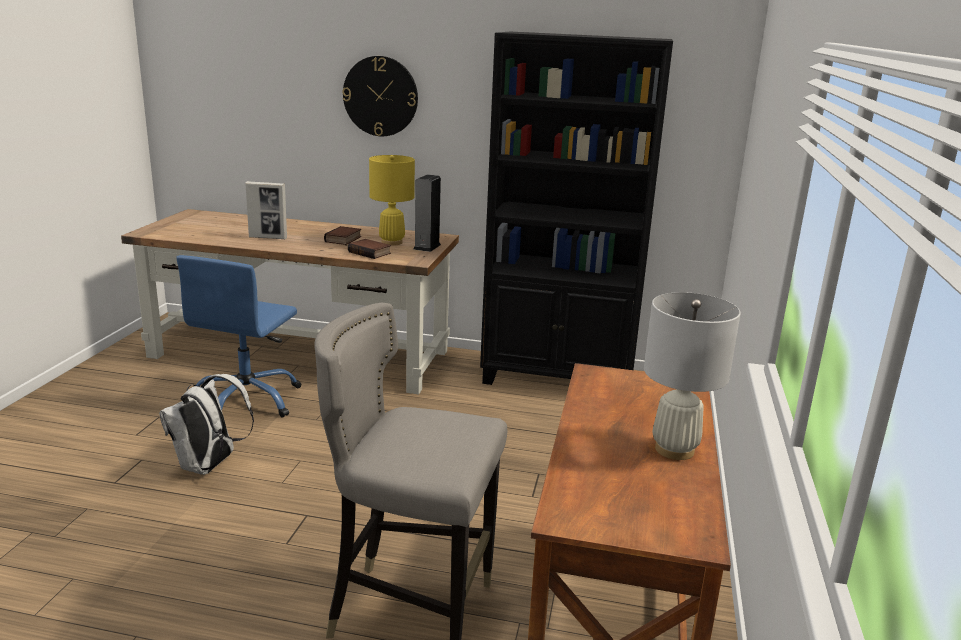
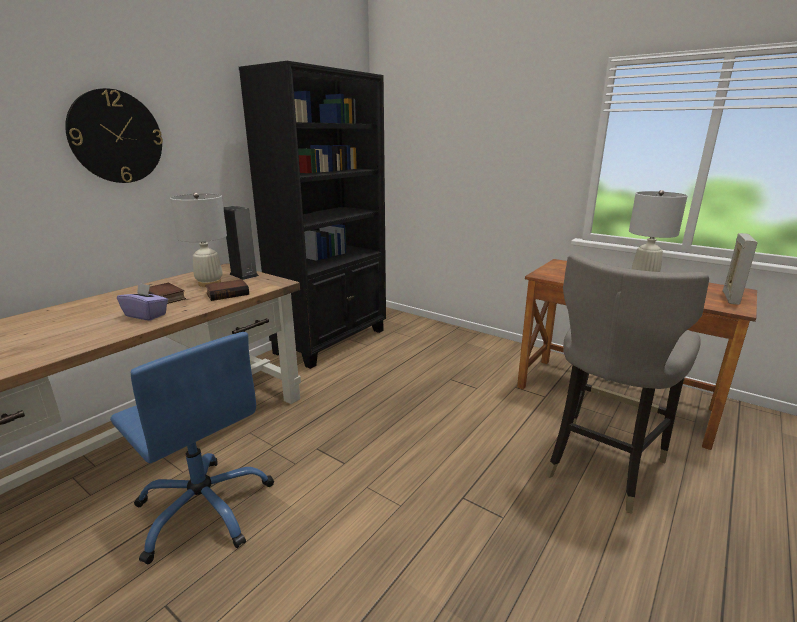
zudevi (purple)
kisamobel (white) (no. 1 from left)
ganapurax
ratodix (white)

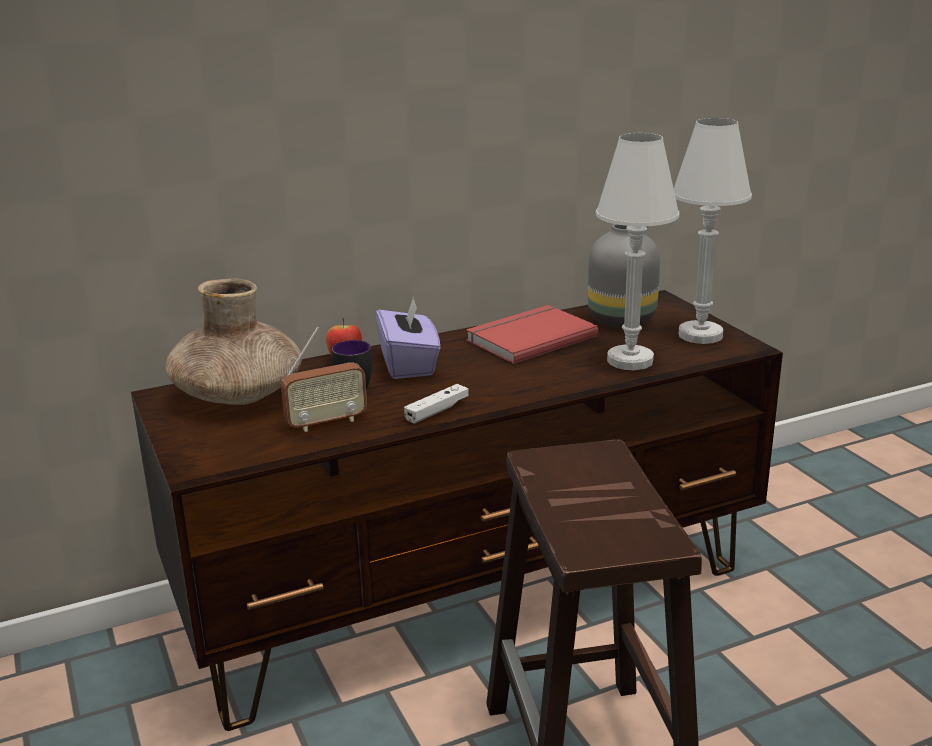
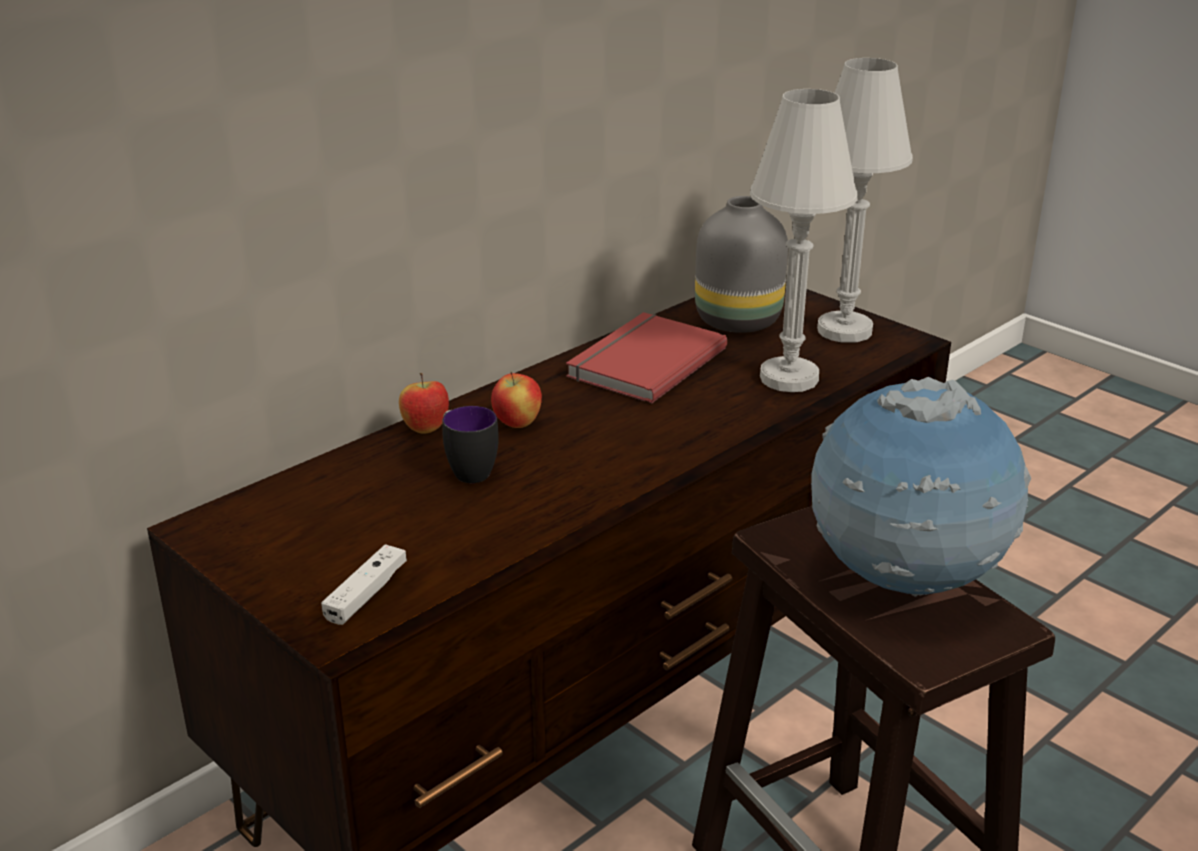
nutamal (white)
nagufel (no. 2 from left)
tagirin
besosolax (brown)
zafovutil

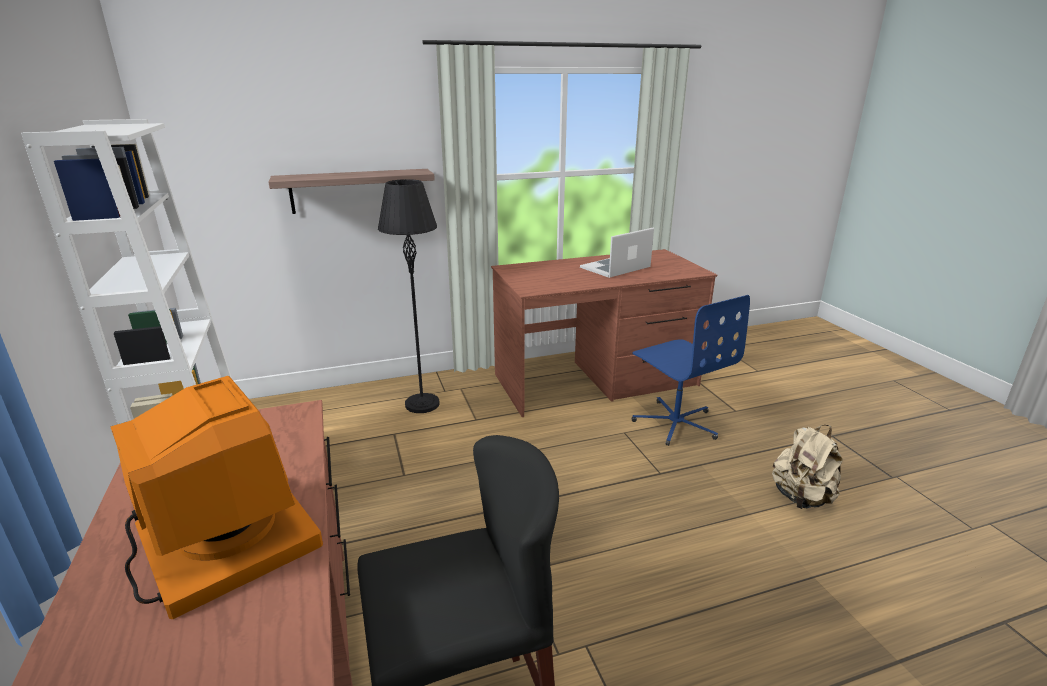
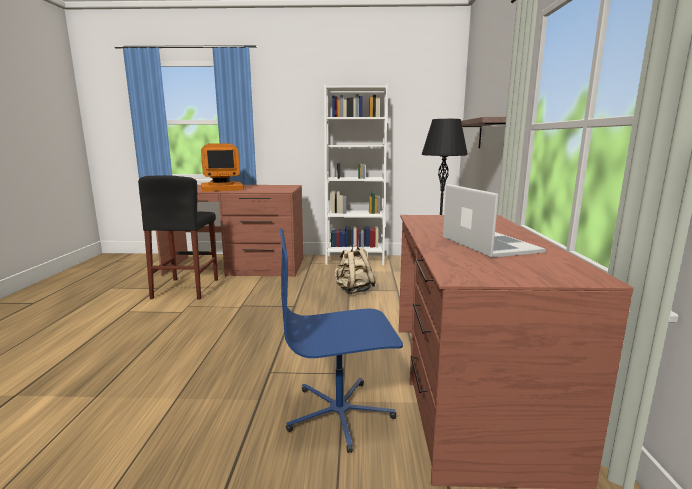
ratodix (beige)

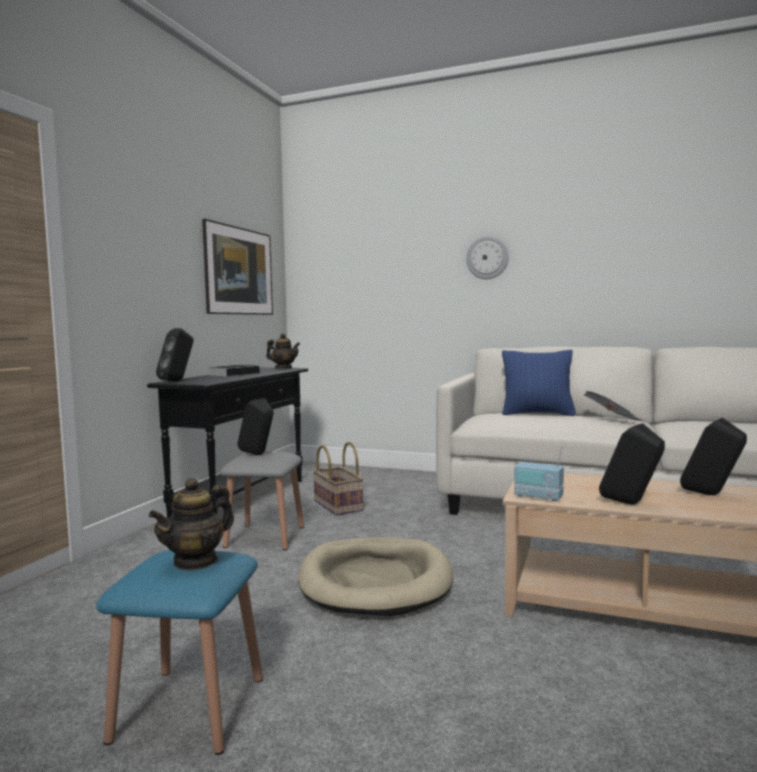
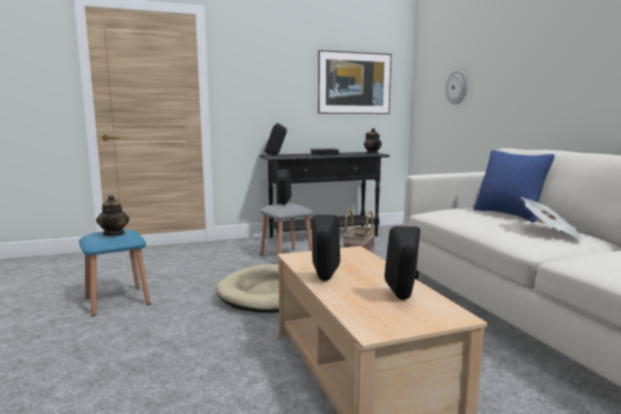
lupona (no. 1 from left)
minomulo
zafovutil

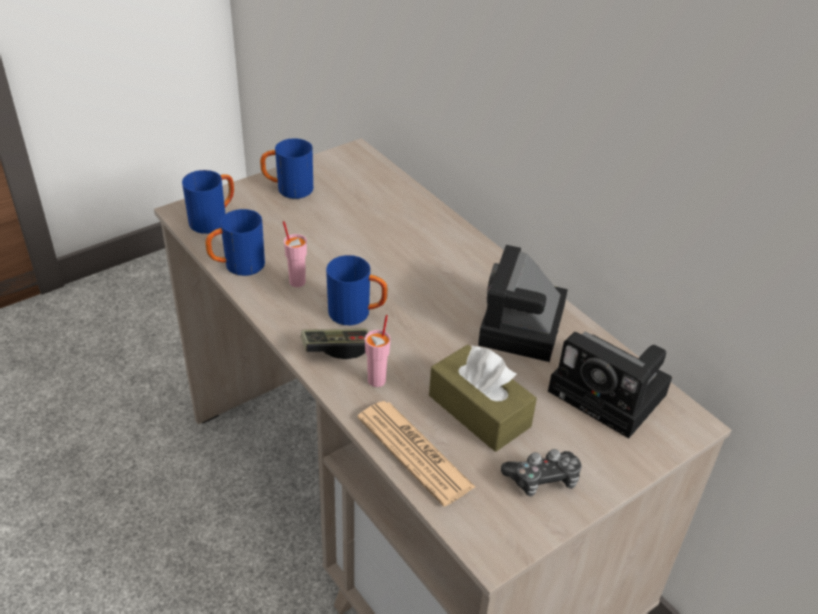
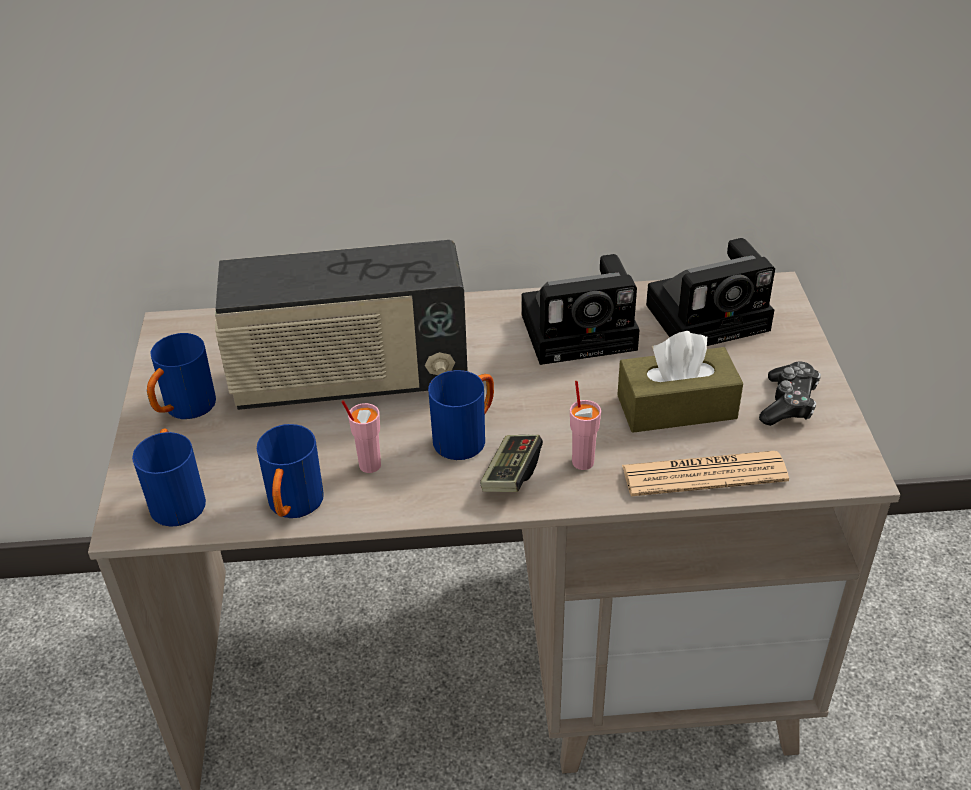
zafovutil
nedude (no. 1 from left)

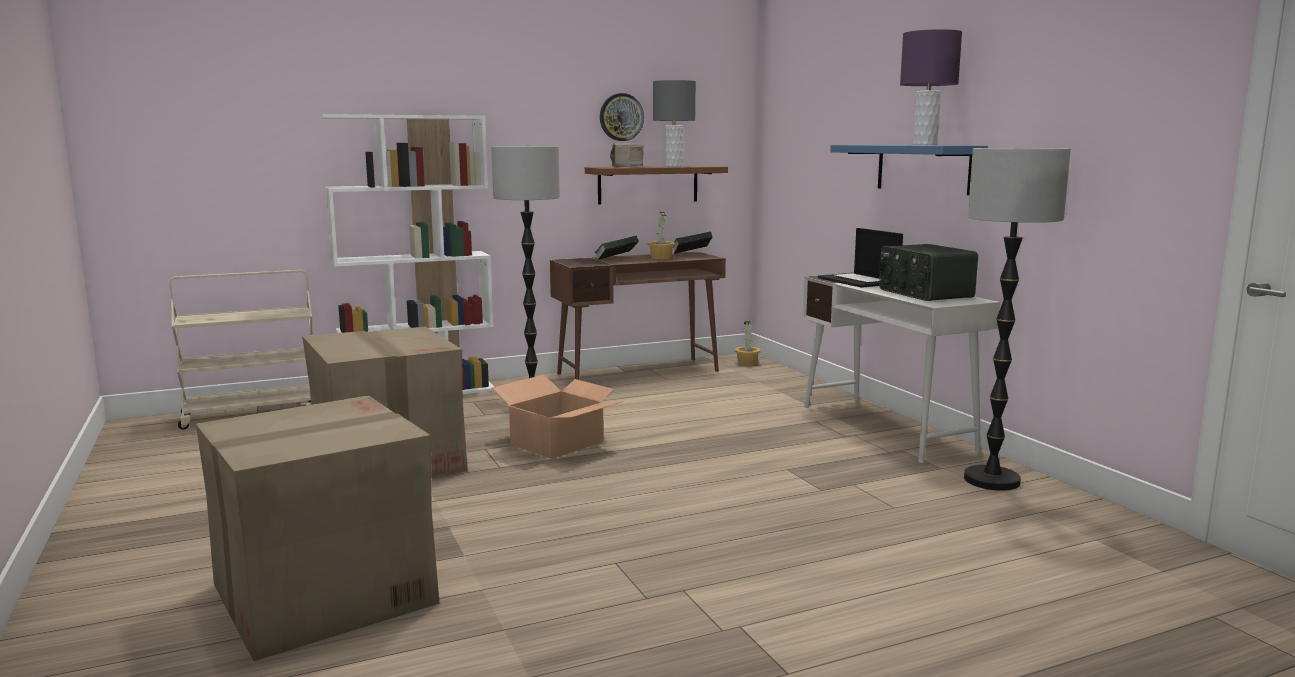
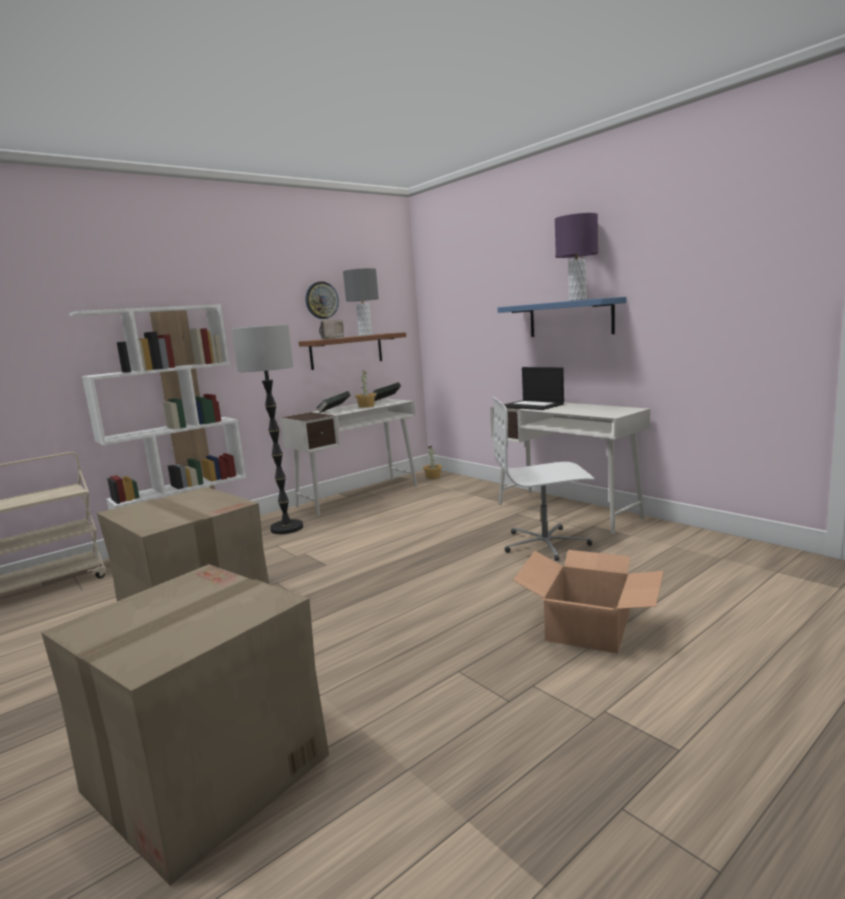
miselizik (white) (no. 1 from left)
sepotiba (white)
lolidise (no. 3 from left)
zafovutil (no. 2 from left in the first image)
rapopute (no. 2 from left in the first image)

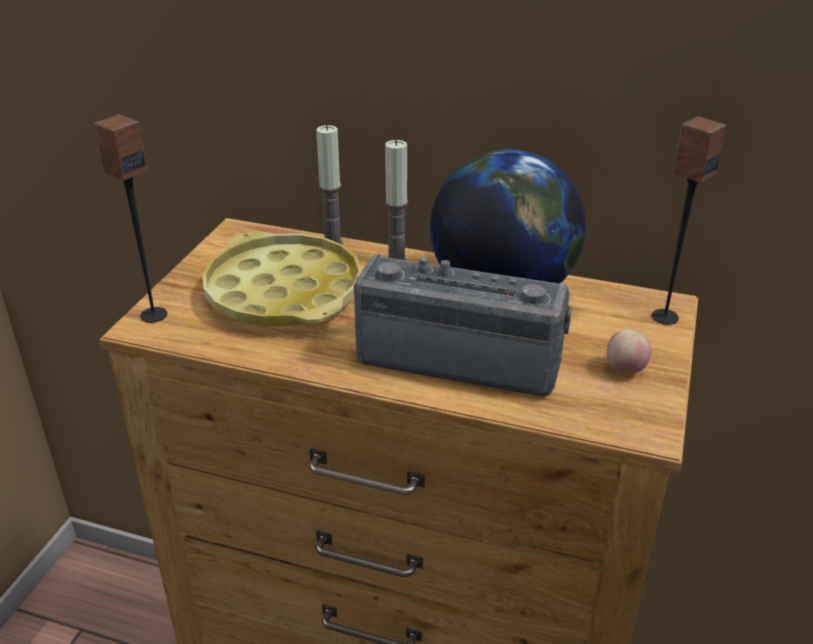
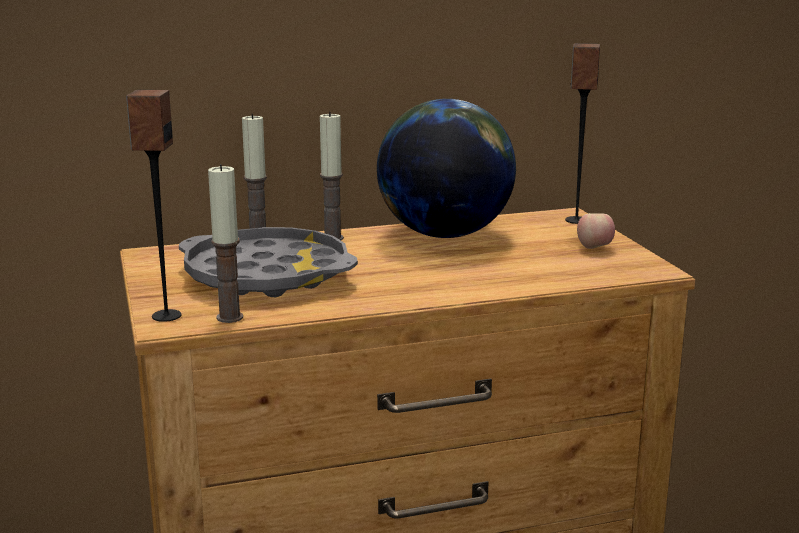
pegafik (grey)
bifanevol (no. 1 from left)
zafovutil

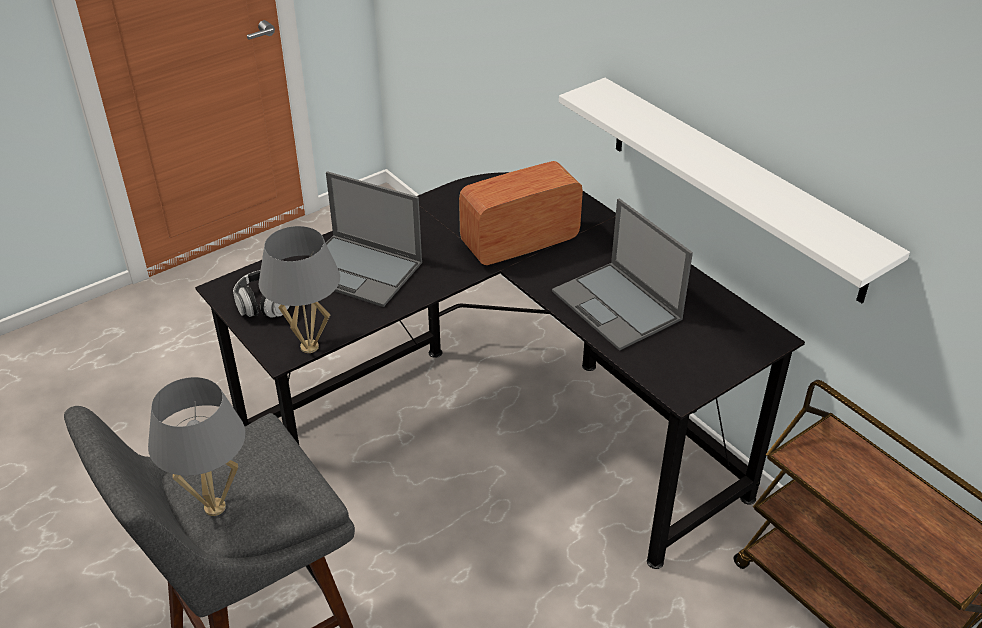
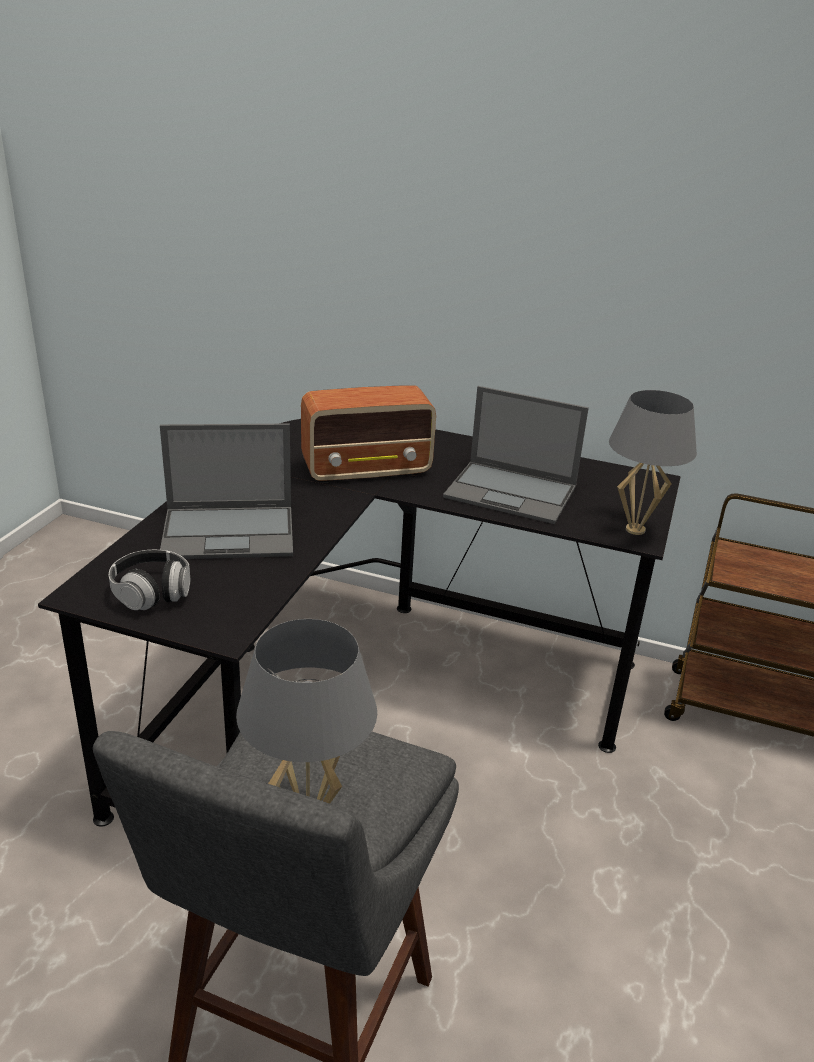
zafovutil
kisamobel (grey) (no. 2 from left)
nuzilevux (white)

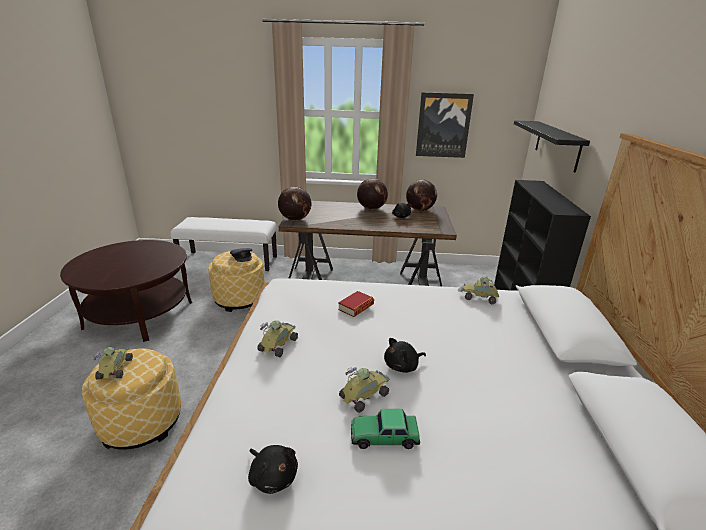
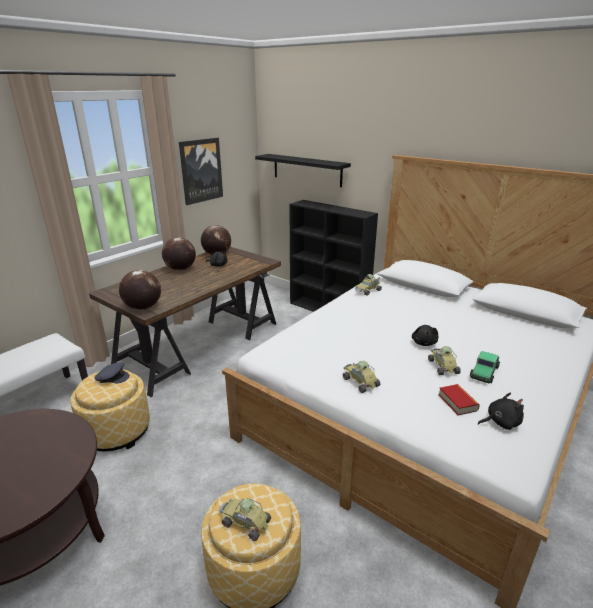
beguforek

